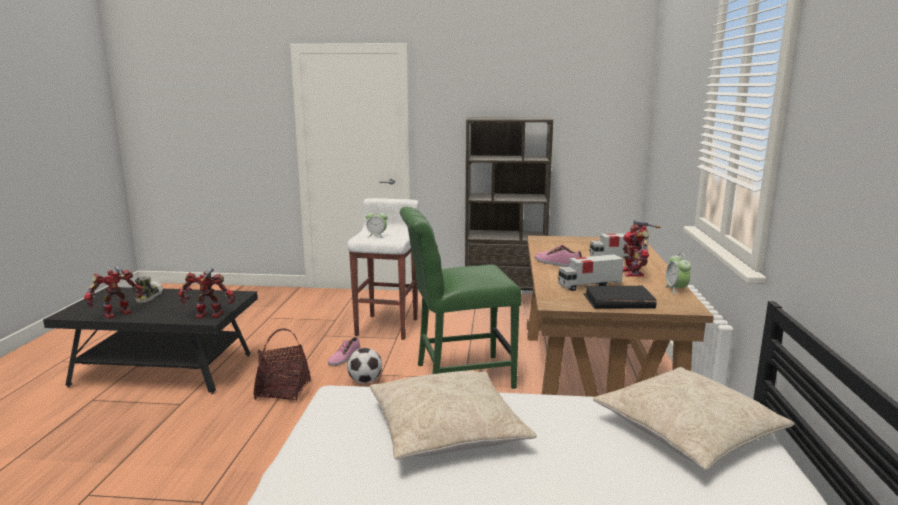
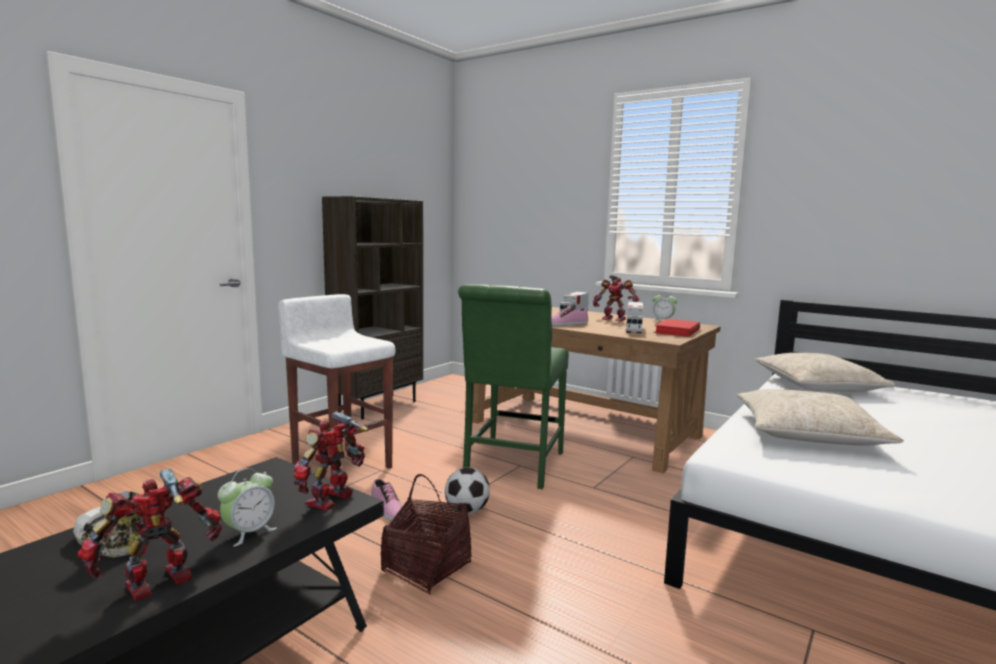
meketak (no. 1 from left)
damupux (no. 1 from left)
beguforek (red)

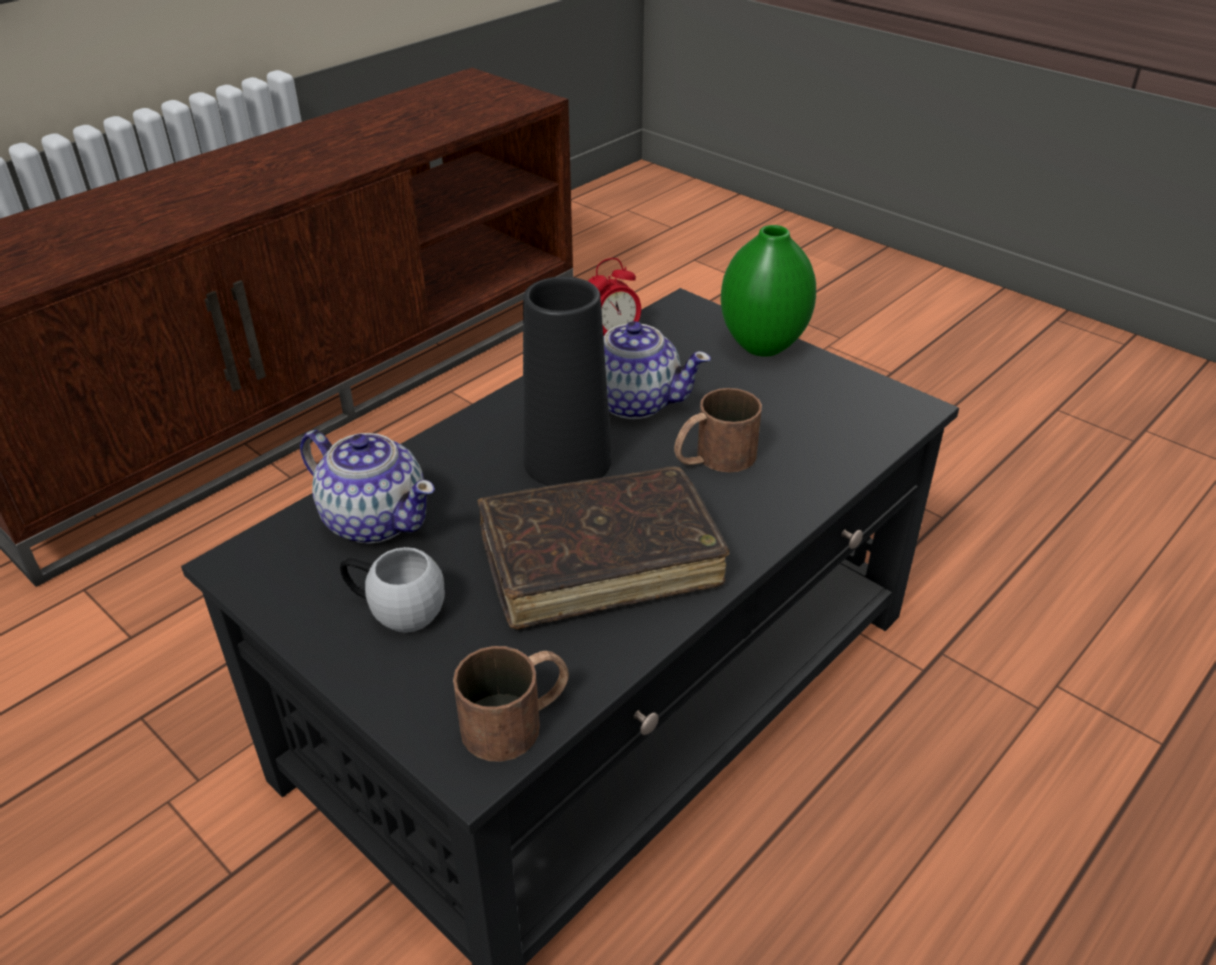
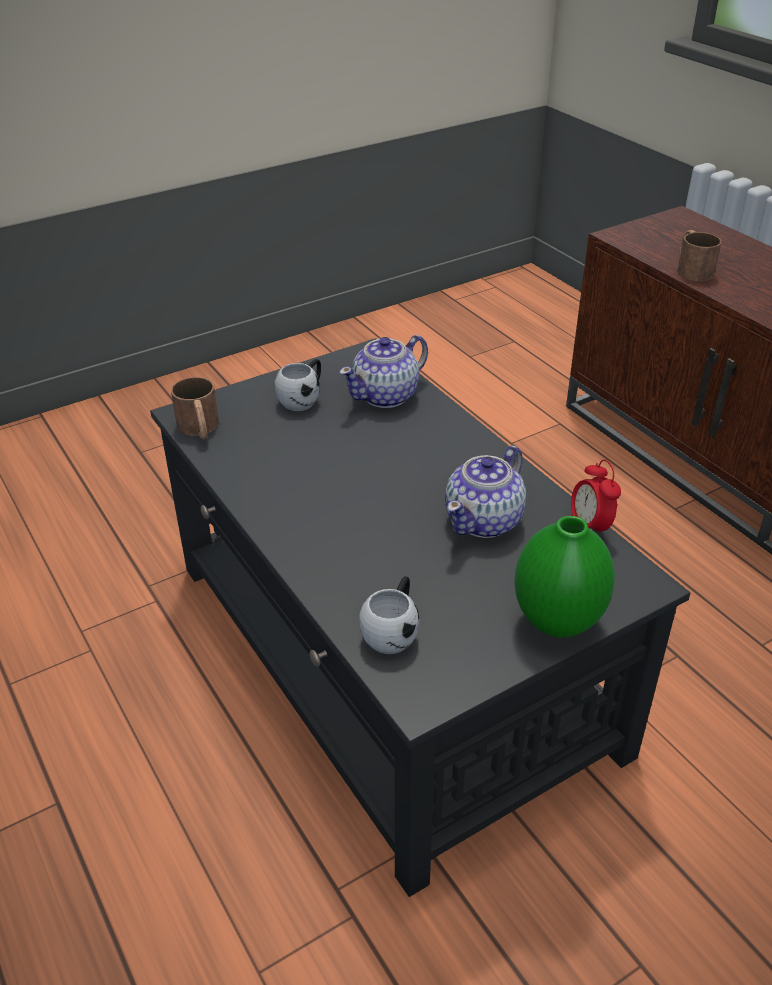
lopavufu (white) (no. 2 from left)
lopavufu (brown) (no. 2 from left)
beguforek (brown)
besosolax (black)

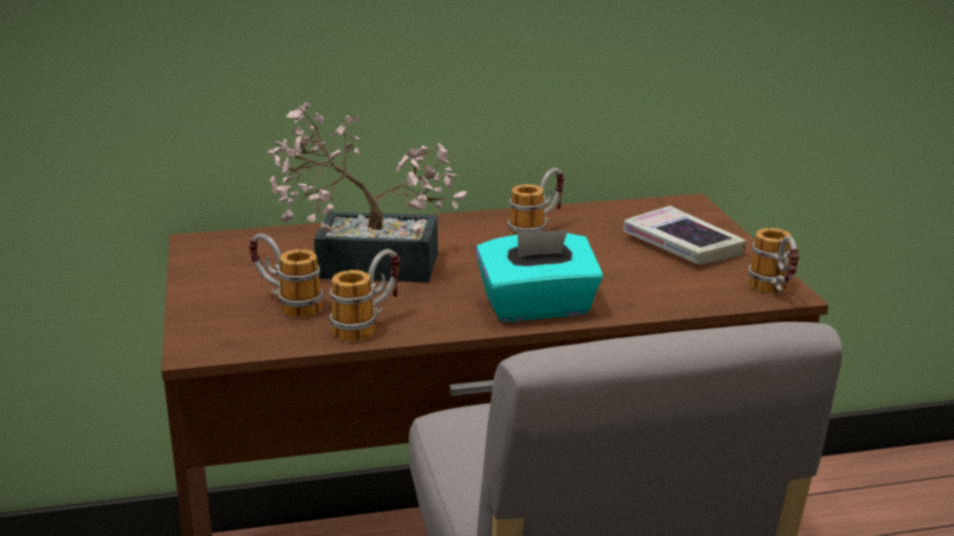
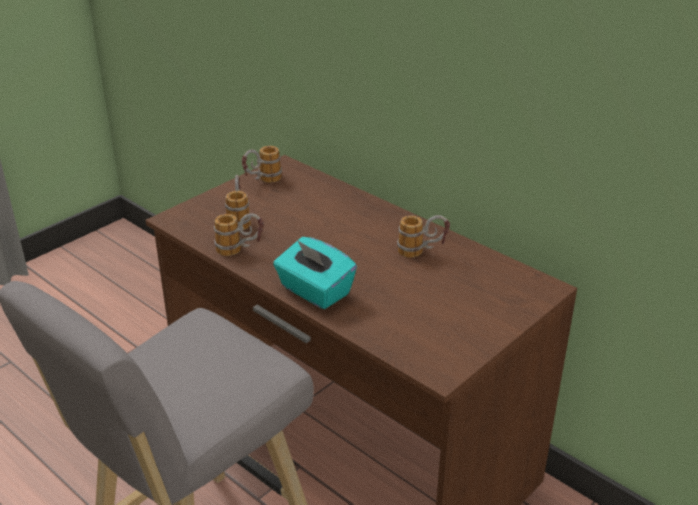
lopavufu (no. 3 from left)
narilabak
beguforek

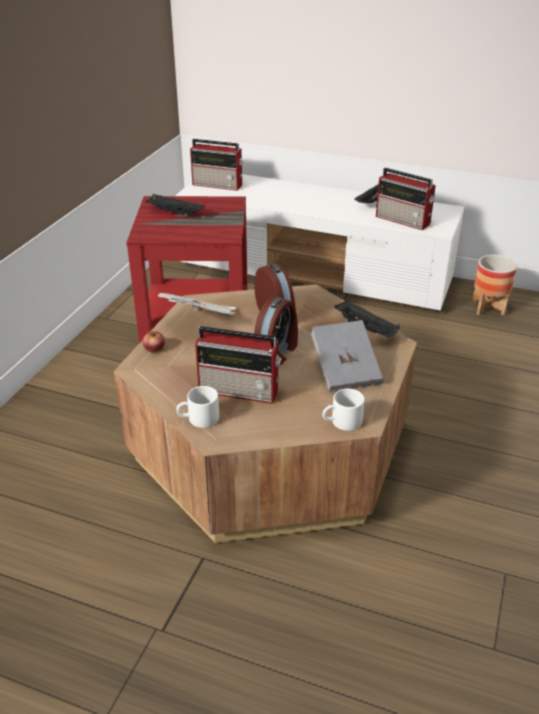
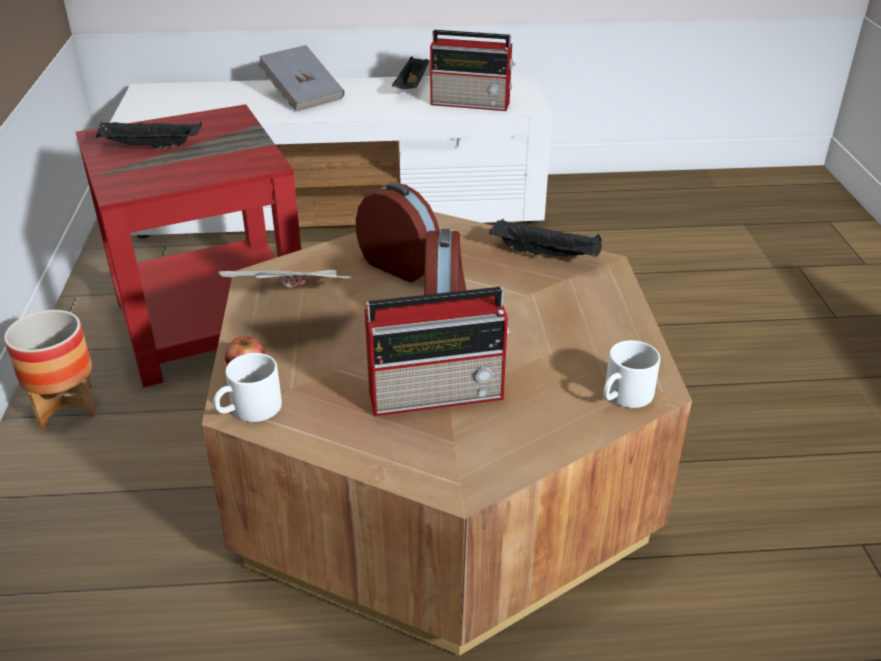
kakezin
lopavufu (white) (no. 1 from left)
beguforek (grey)
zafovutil (no. 1 from left in the first image)

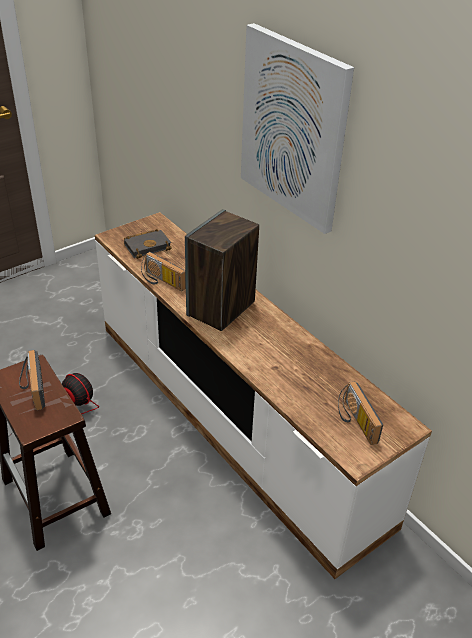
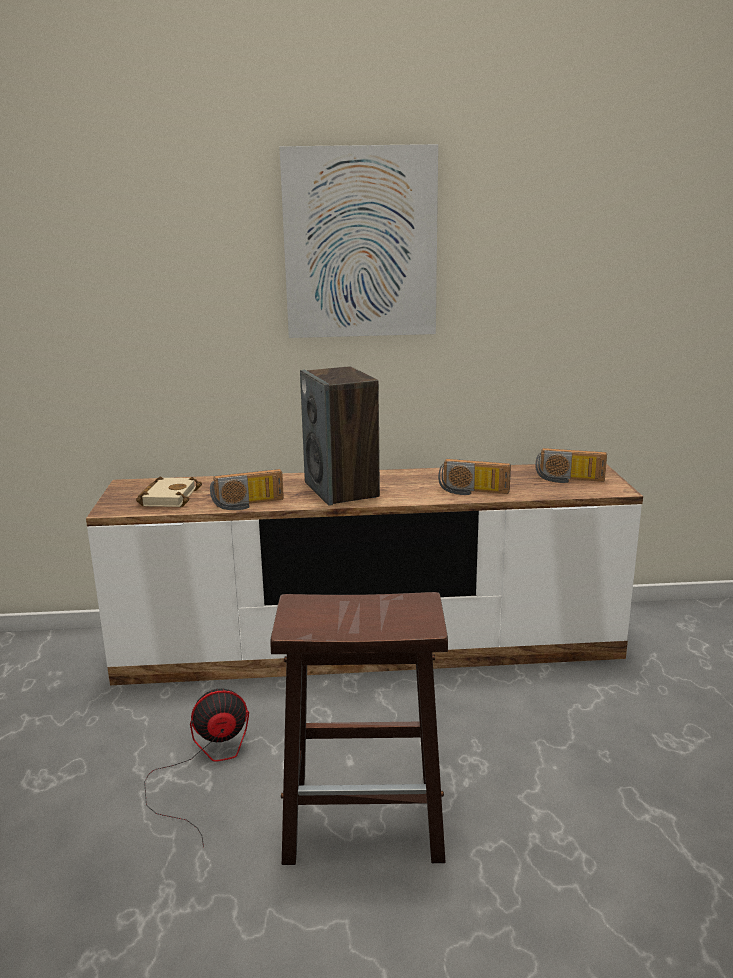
beguforek (beige)
zafovutil (no. 2 from left)

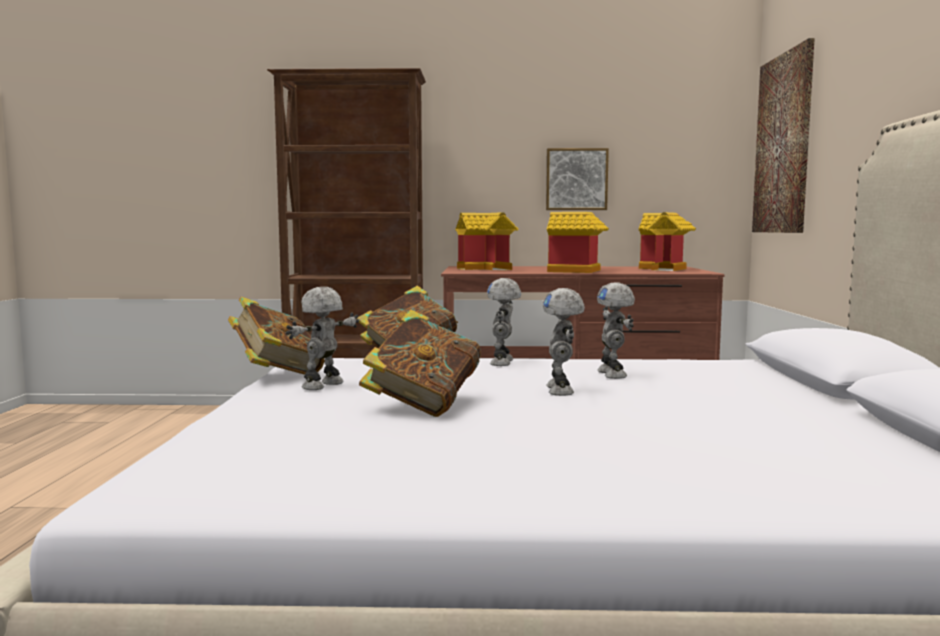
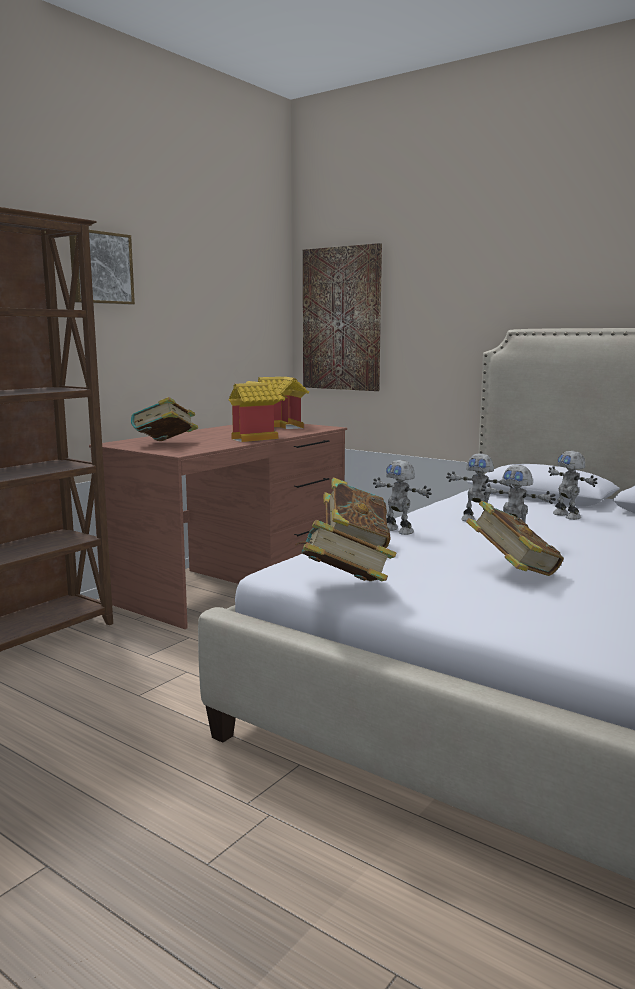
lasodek (no. 1 from left)
beguforek (no. 1 from left)
meketak (no. 4 from left)

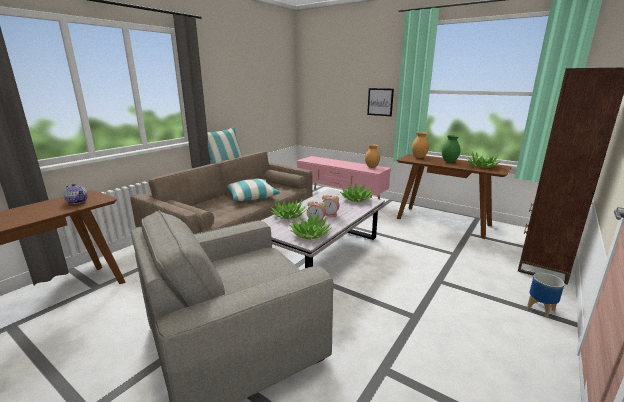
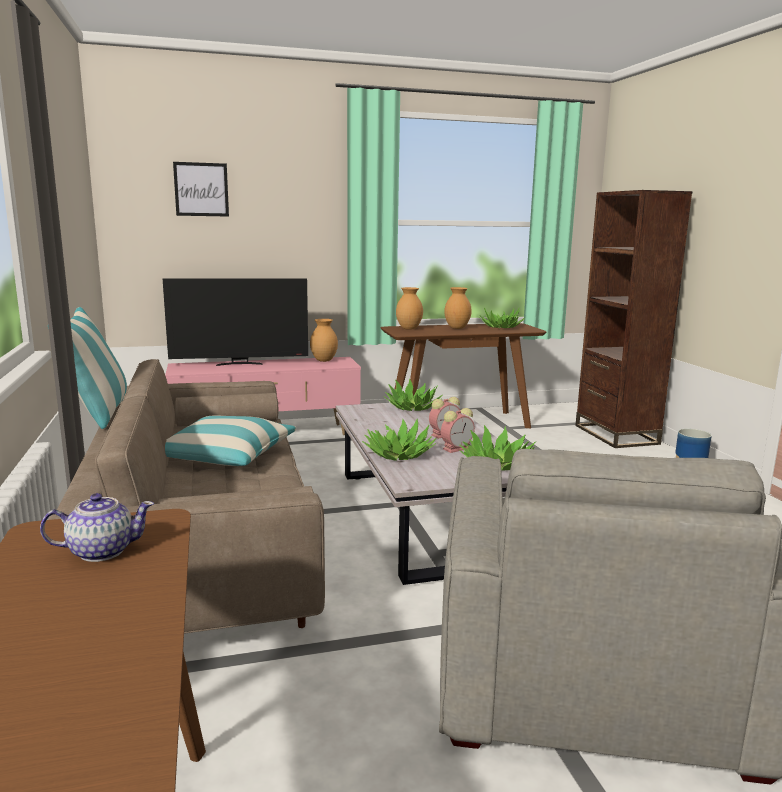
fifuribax
lasodek
besosolax (brown) (no. 3 from left)

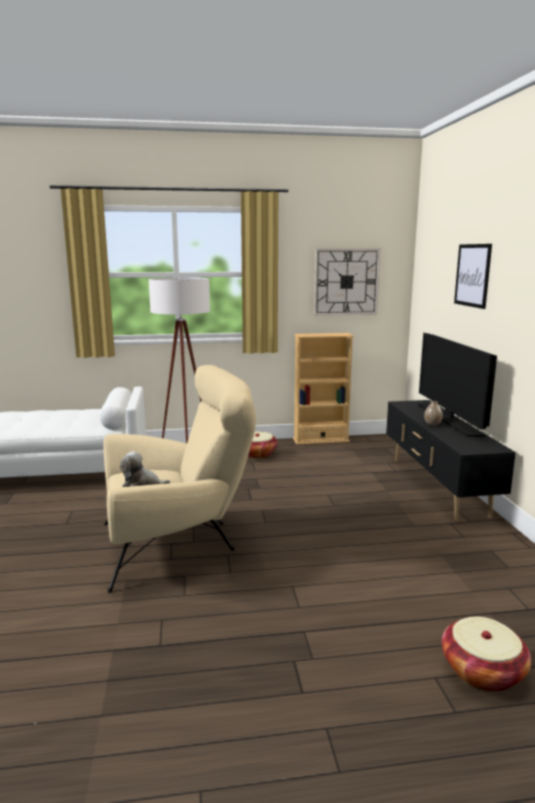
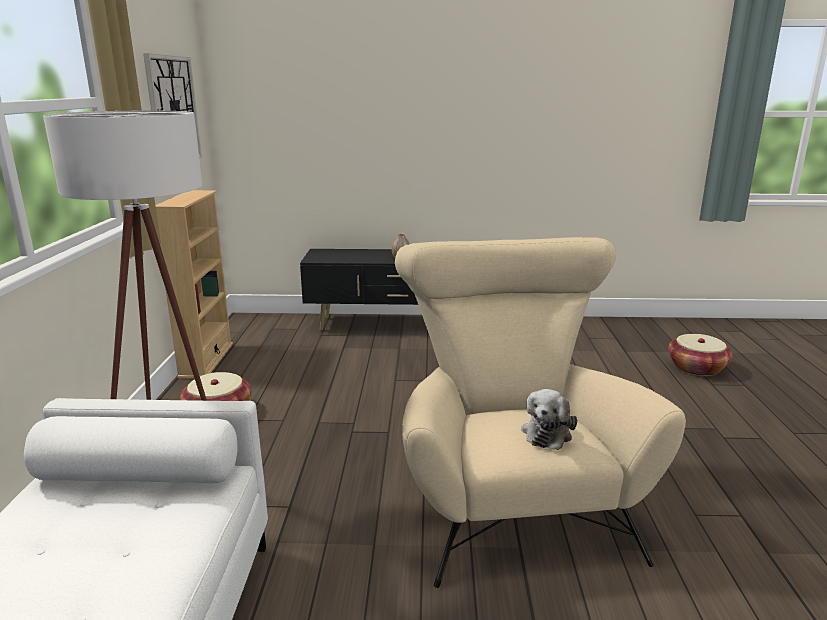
fifuribax
lasodek

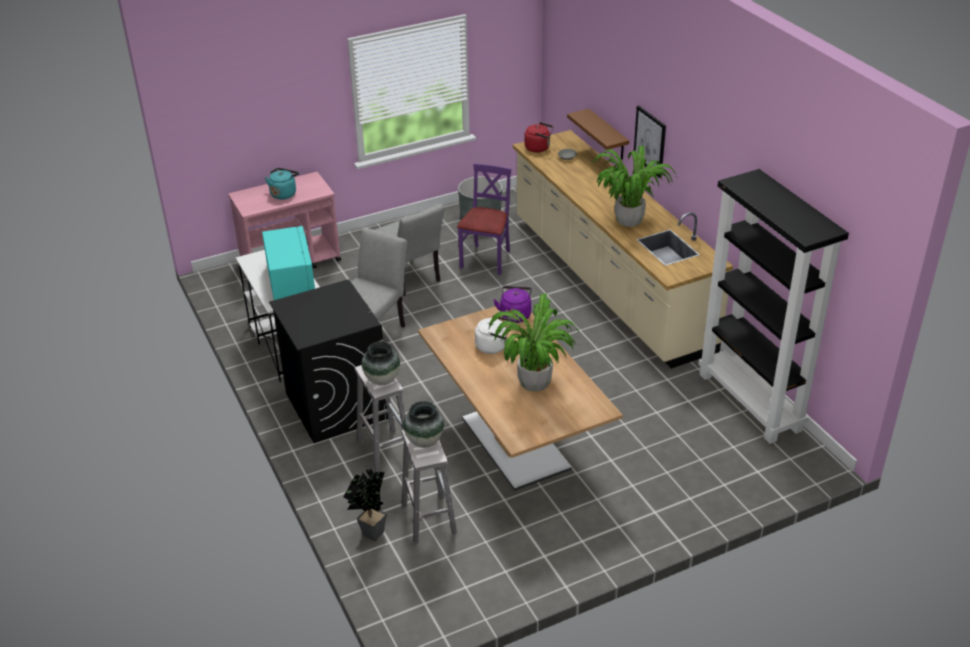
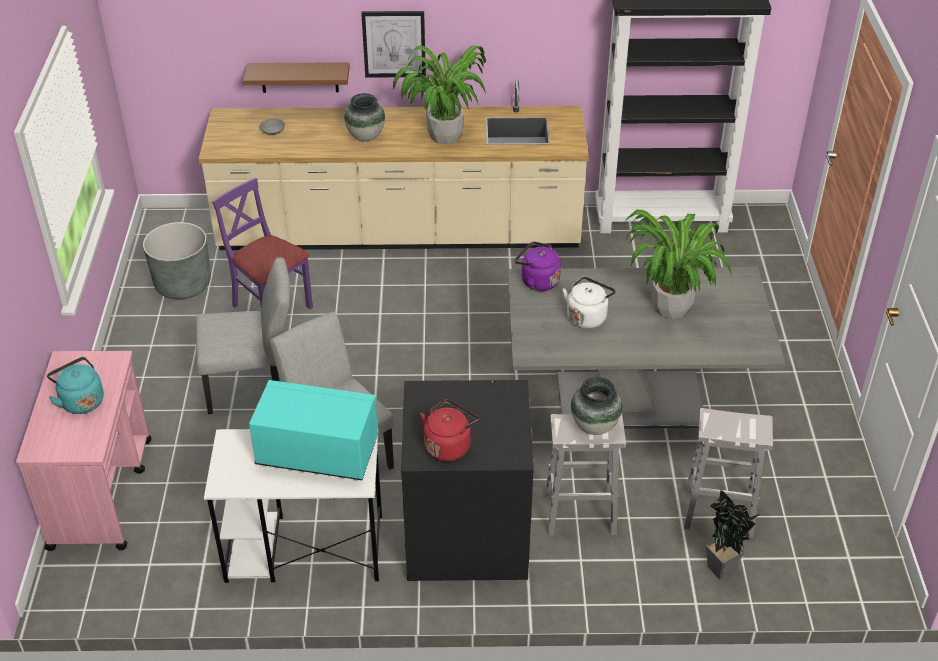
besosolax (no. 1 from left)
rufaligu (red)
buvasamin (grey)

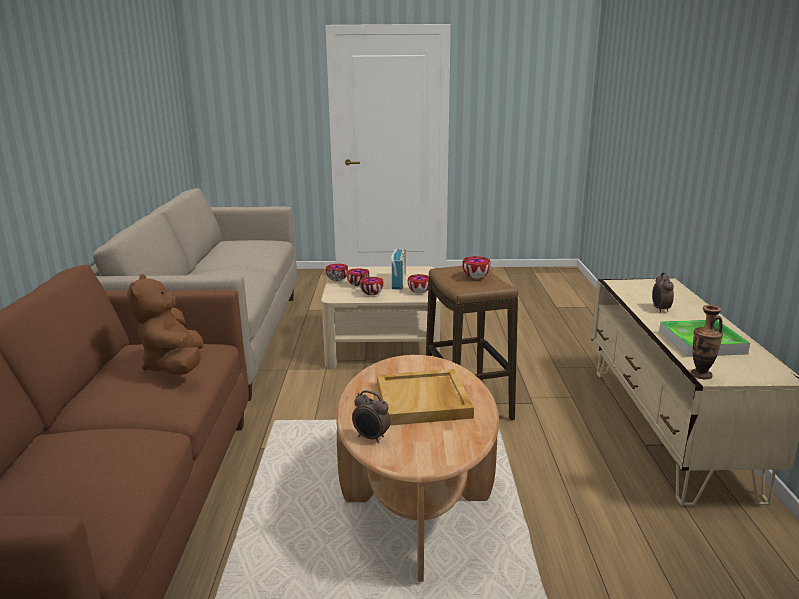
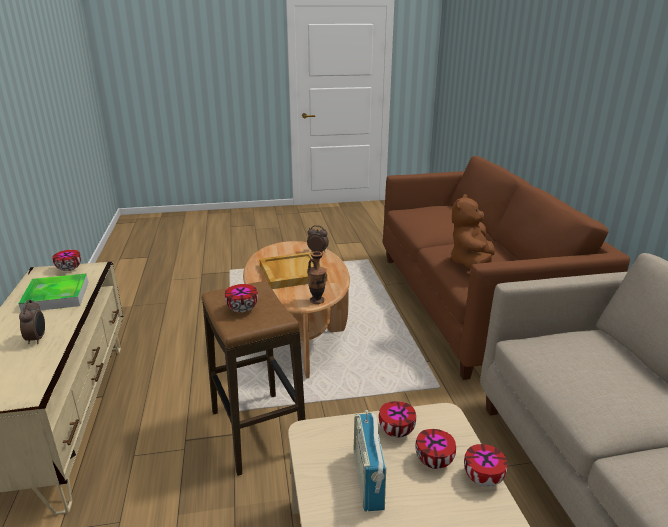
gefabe (no. 1 from left)
besosolax
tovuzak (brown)

